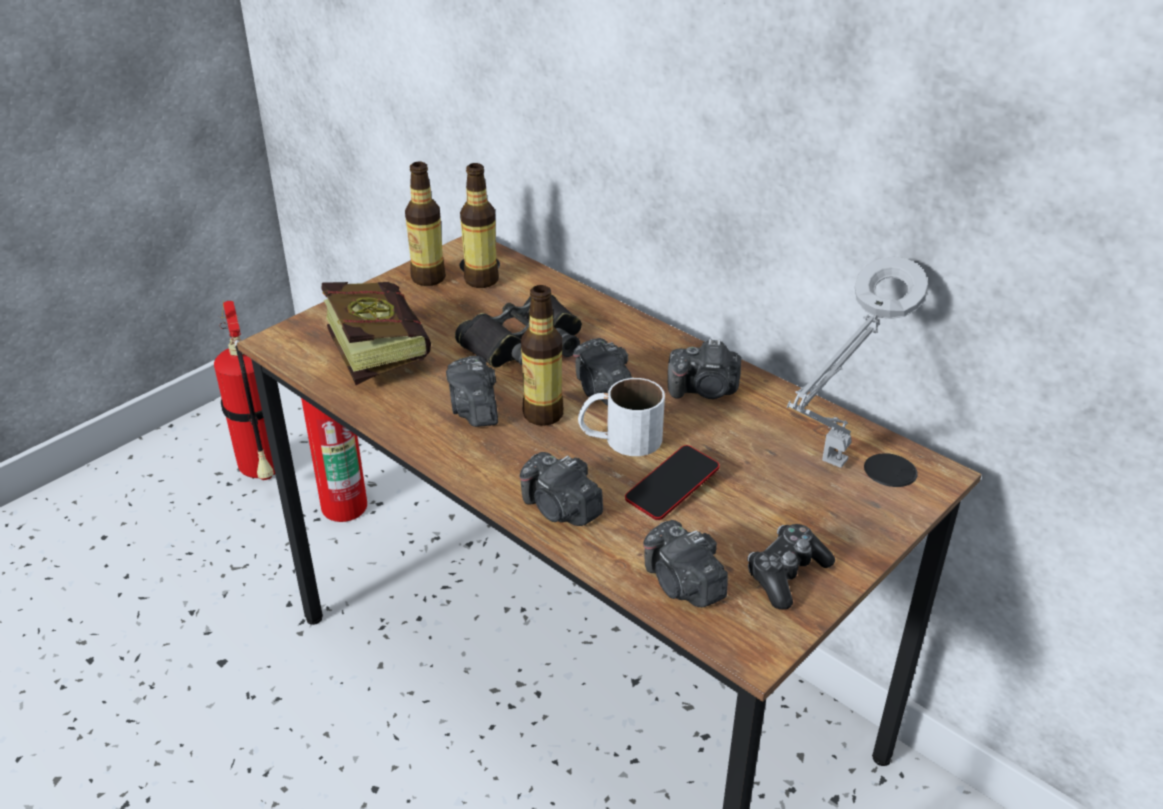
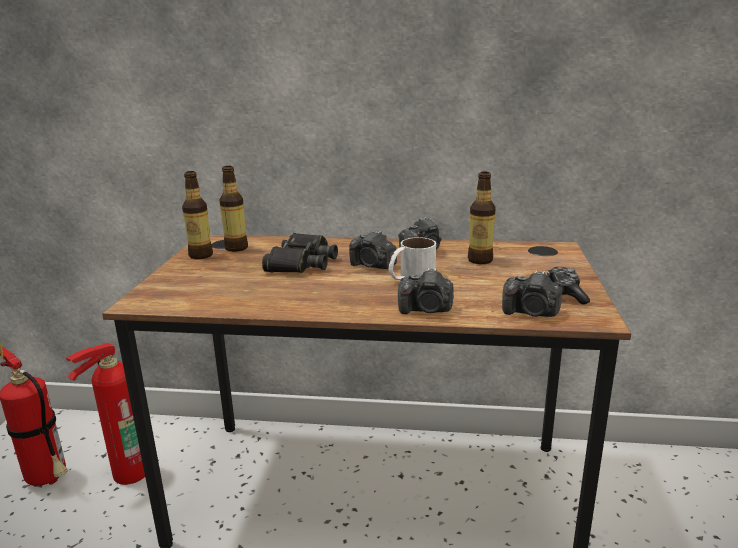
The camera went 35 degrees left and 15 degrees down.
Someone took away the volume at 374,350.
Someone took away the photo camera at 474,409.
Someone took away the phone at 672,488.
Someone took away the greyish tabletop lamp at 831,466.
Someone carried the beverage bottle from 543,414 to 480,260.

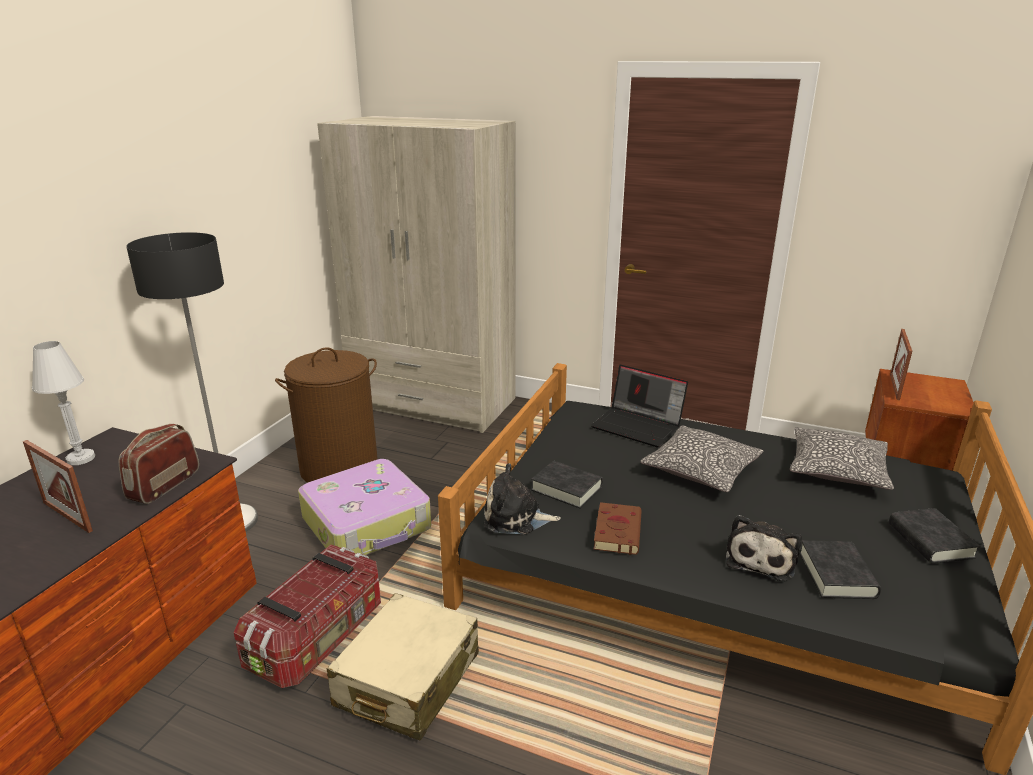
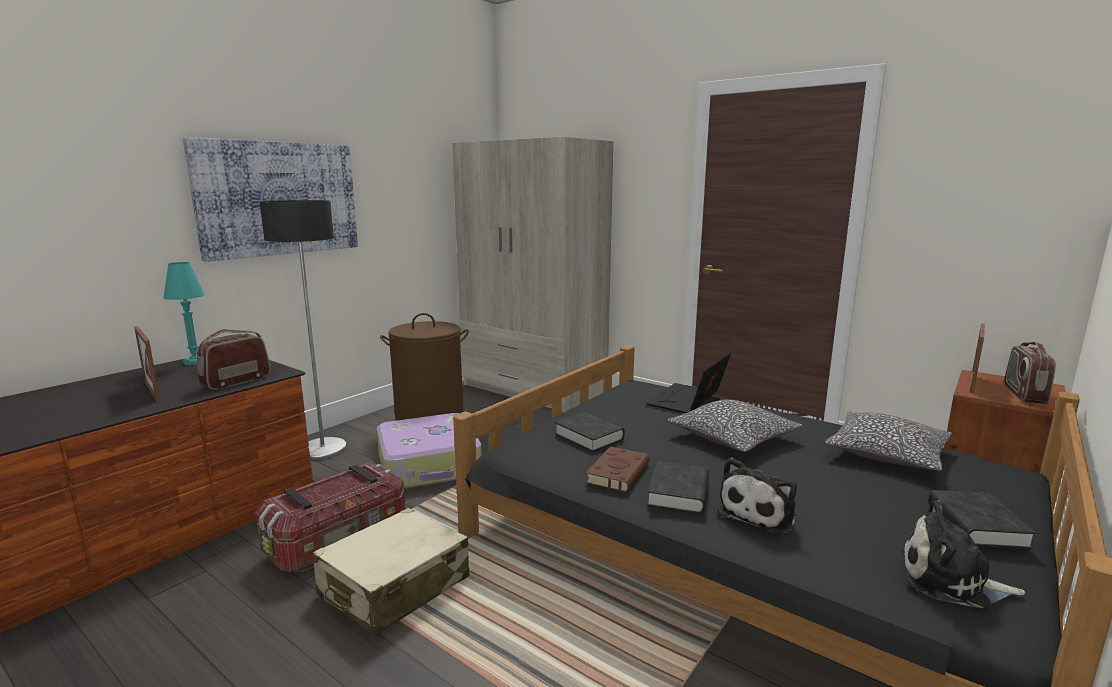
The camera went 15 degrees right and 10 degrees down.
Someone put up the wall art at 278,198.
Someone put down the radio set at 1023,394.
Someone carried the soft toy from 516,518 to 950,580.
Someone carried the black-coloured volume from 836,575 to 678,493.
Someone repainted the white tabletop lamp at 81,458, which became the turquoise-coloured tabletop lamp at 195,362.
Someone rotated the notebook computer at 638,426 by 75 degrees clockwise.

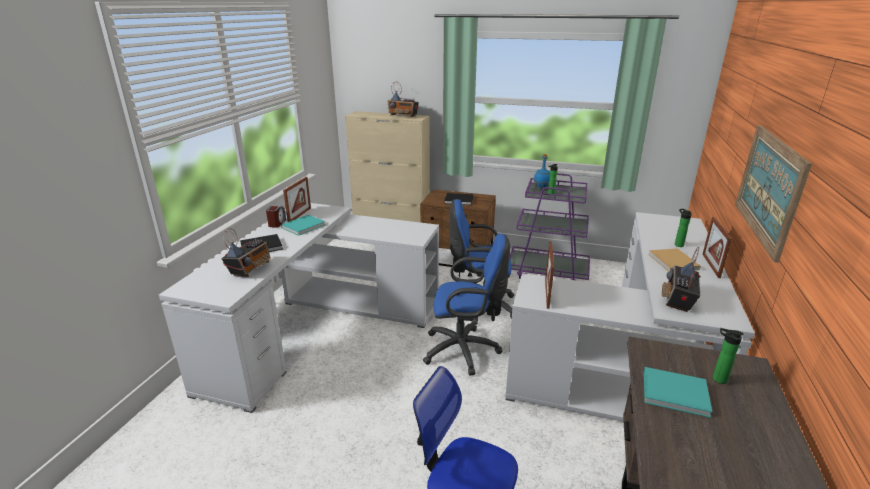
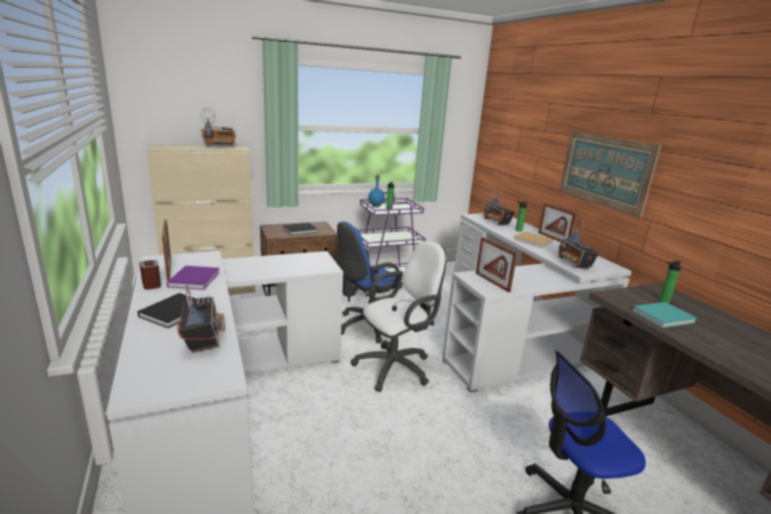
The camera went 40 degrees left and 5 degrees down.
Someone put down the radio set at 496,222.
Someone repainted the turquoise-coloured volume at 304,226, which became the purplish volume at 195,278.
Someone repainted the blue-coloured office chair at 465,351, which became the white office chair at 397,367.

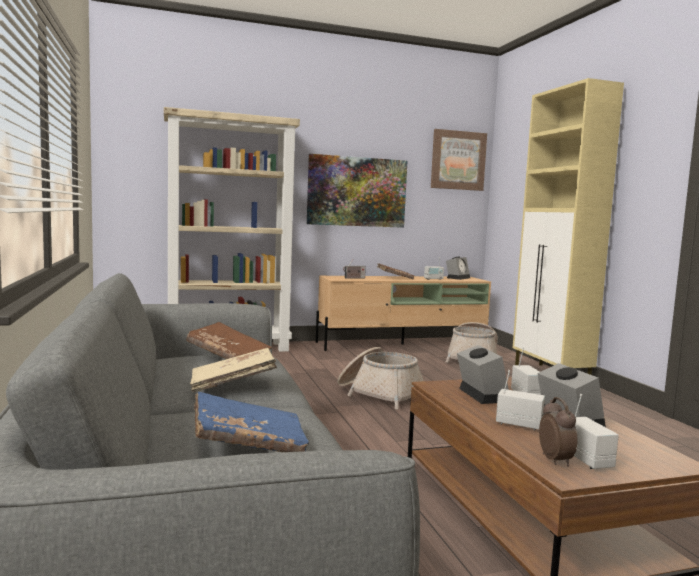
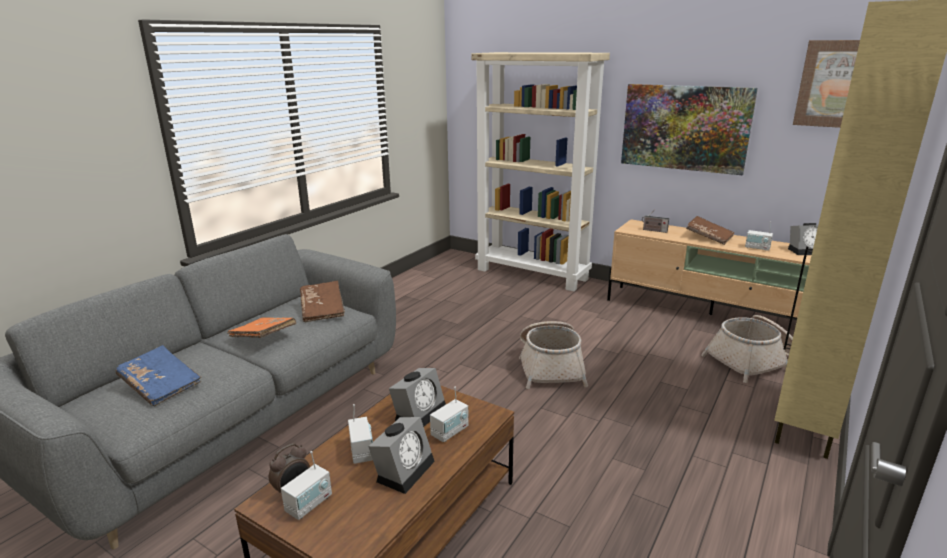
The camera went 50 degrees right and 15 degrees up.
Someone repainted the beige-coloured volume at 233,384, which became the orange-coloured volume at 263,337.

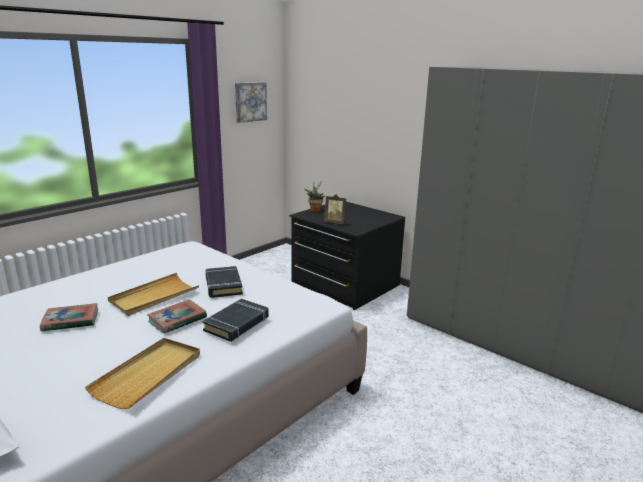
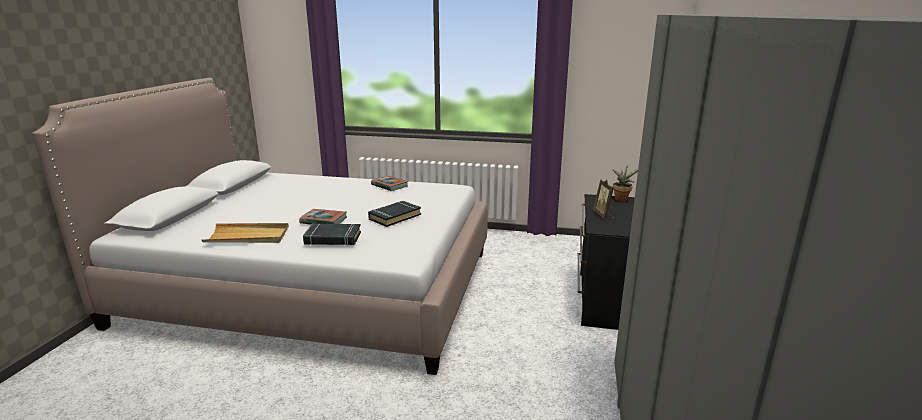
The camera went 60 degrees right and 0 degrees up.
Someone took away the beige-coloured carrying tray at 154,297.
Someone took away the wall art at 250,102.
Someone carried the volume from 70,321 to 389,186.

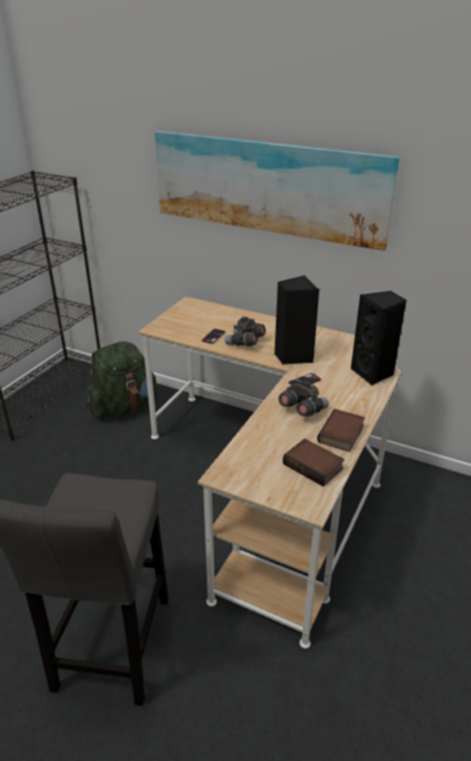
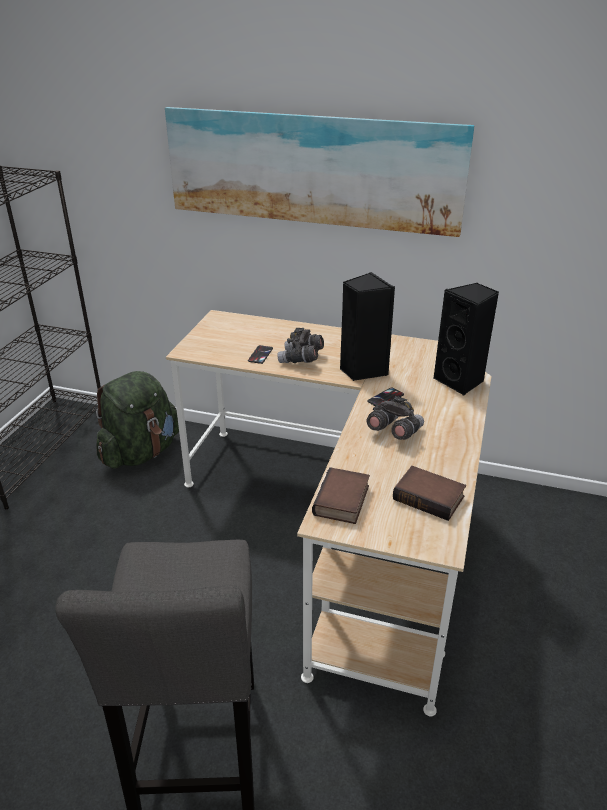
The camera went 10 degrees left and 0 degrees up.
Someone carried the volume from 342,435 to 343,501.

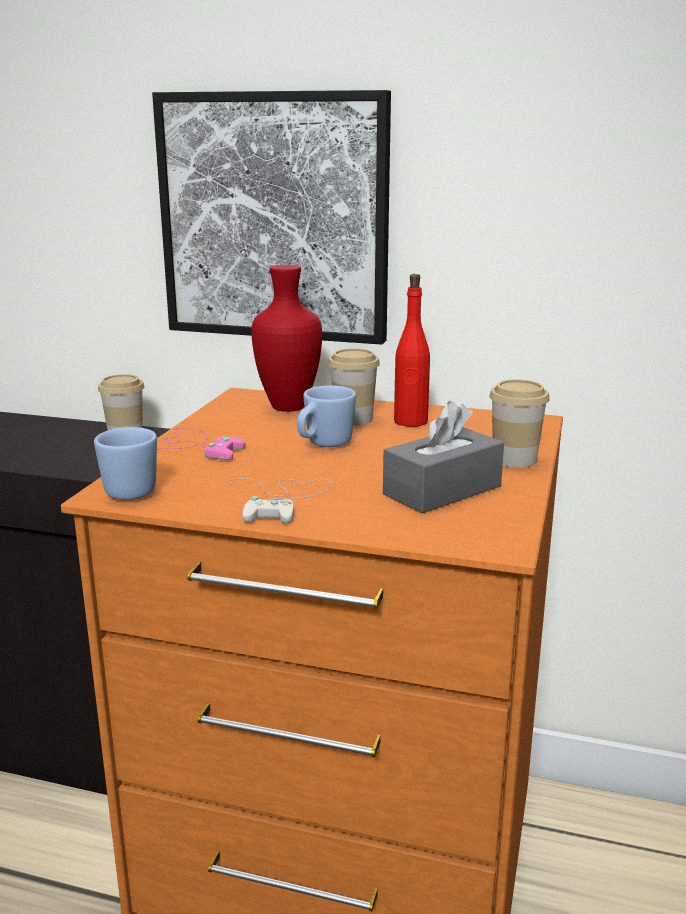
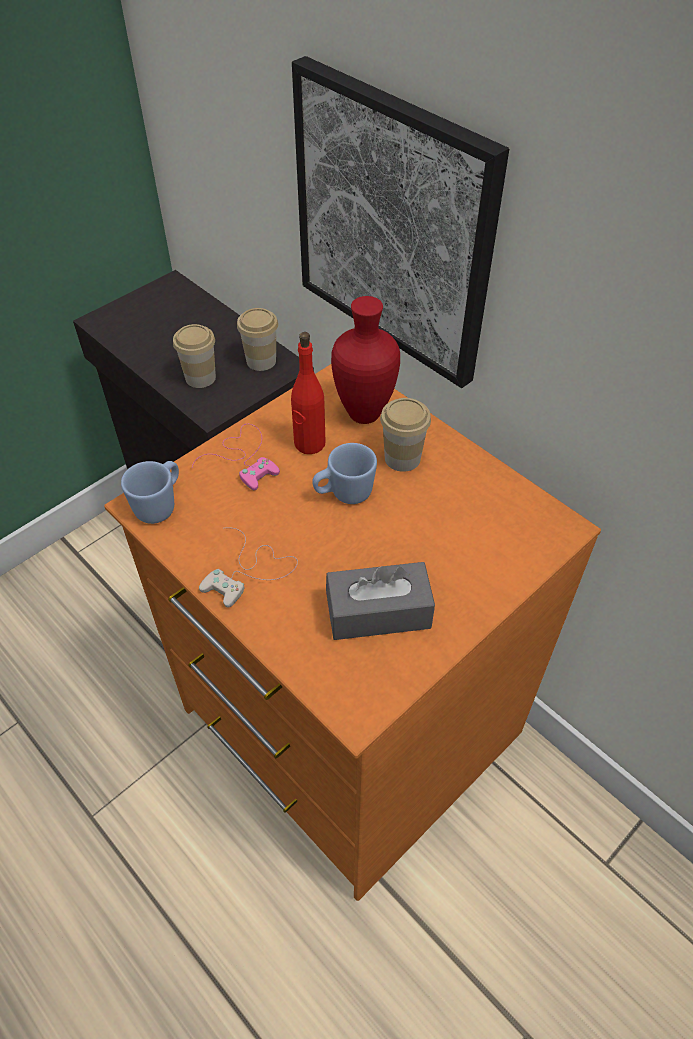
The camera went 30 degrees right and 30 degrees up.
Someone carried the red beverage bottle from 410,422 to 309,443.
Someone carried the cup from 514,459 to 200,377.

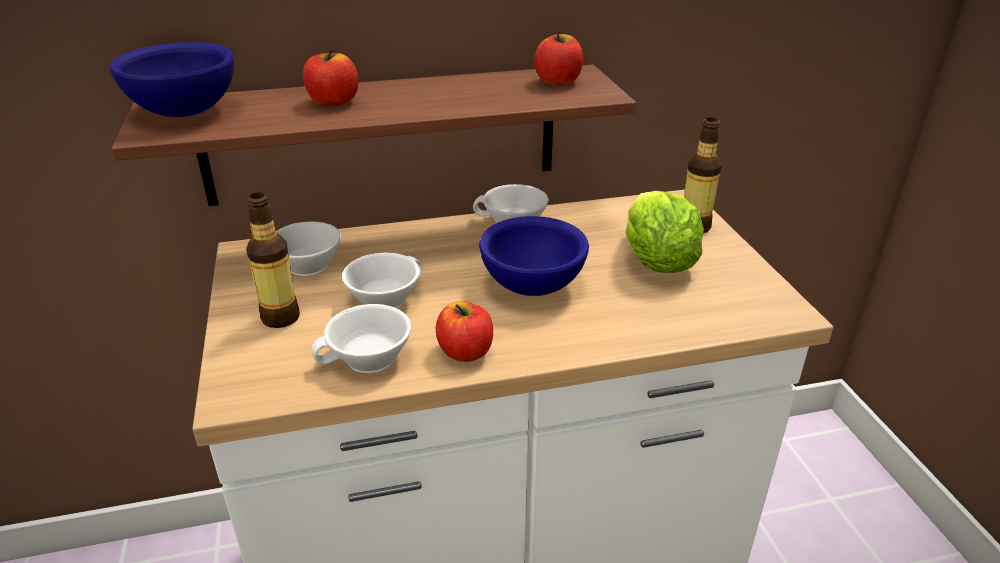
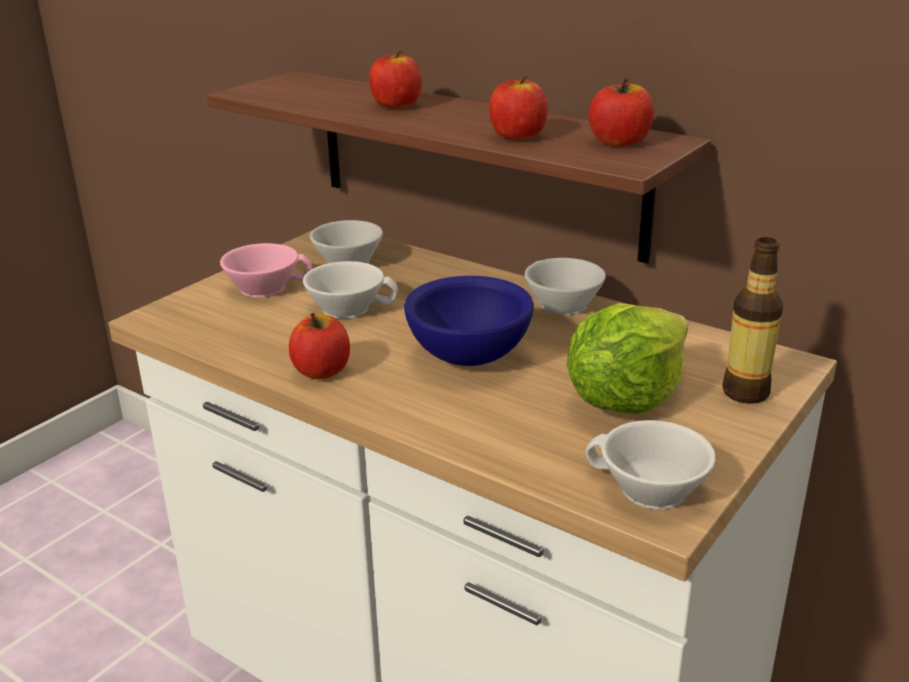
The camera went 50 degrees right and 5 degrees down.
Someone took away the blue-coloured deep dish at 183,112.
Someone put down the apple fruit at 517,136.
Someone carried the white cup from 368,360 to 648,491.
Someone swapped the beverage bottle at 280,317 for the pinkish cup at 265,286.

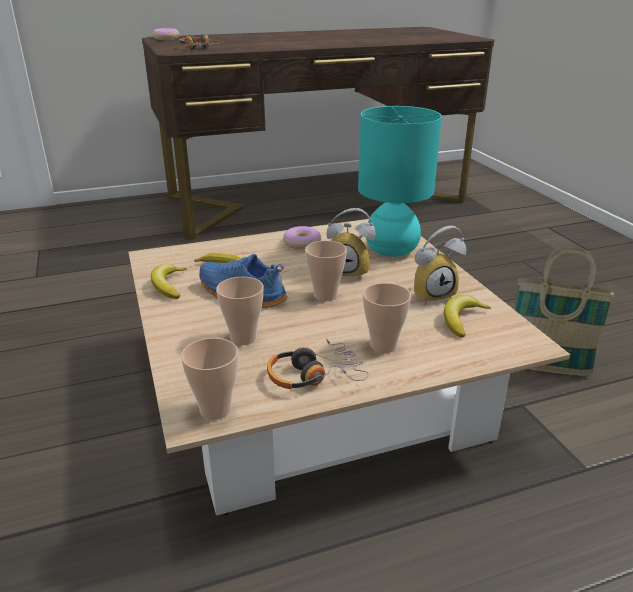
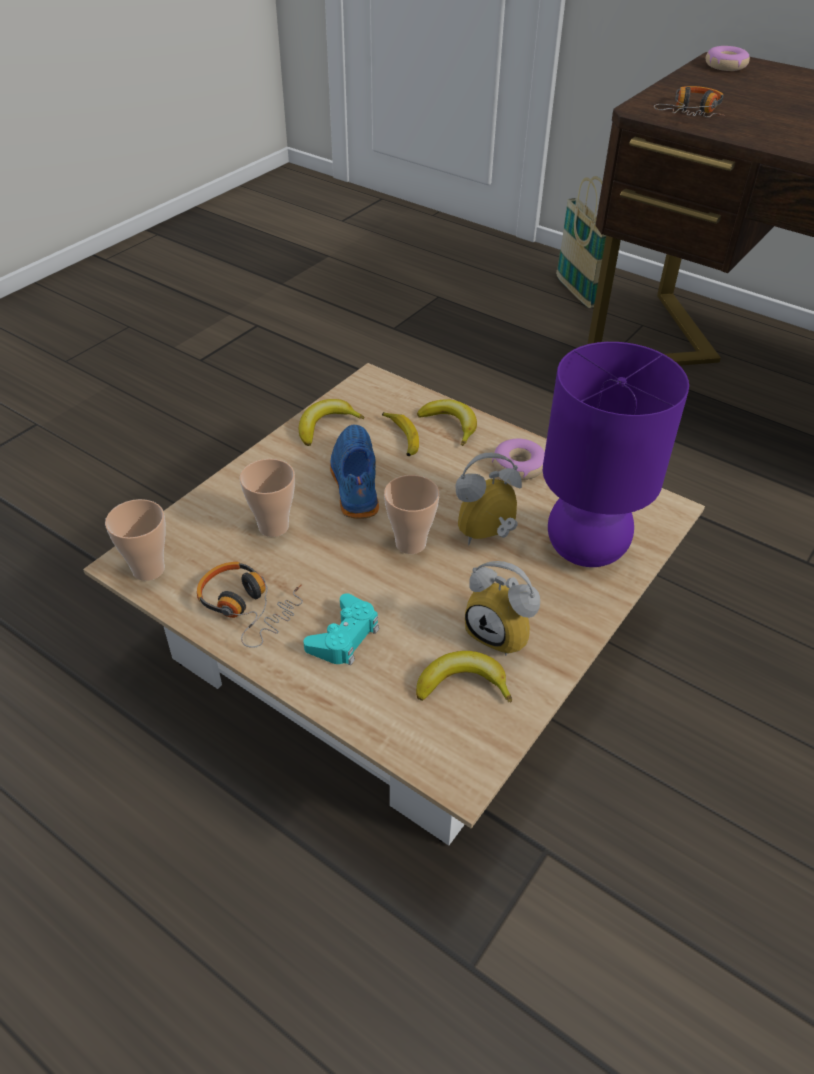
The camera went 55 degrees right and 15 degrees up.
Someone put down the whole banana at 450,425.
Someone carried the basket from 545,369 to 576,292.
Someone swapped the cup at 383,345 for the turquoise-coloured game controller at 344,636.
Someone repainted the turquoise-coloured tabletop lamp at 392,250, which became the purplish tabletop lamp at 587,548.
Someone rotated the bedside clock at 350,272 by 90 degrees clockwise.

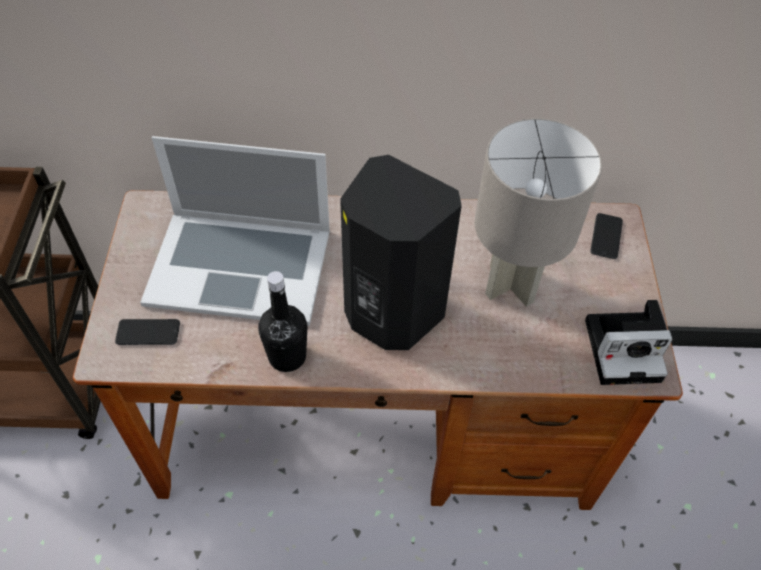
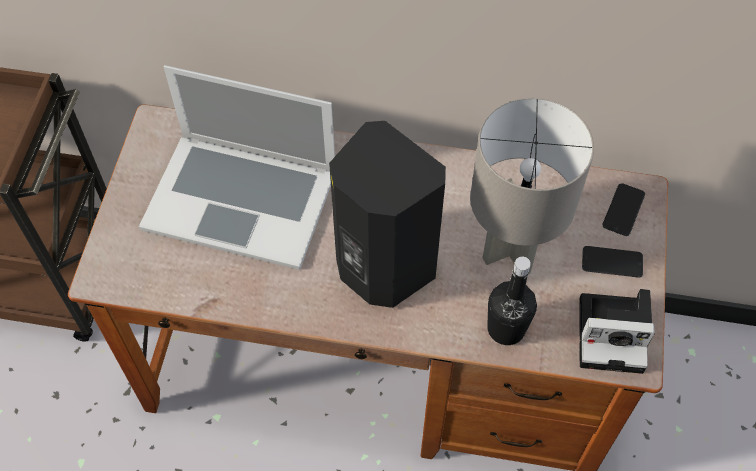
The camera went 10 degrees right and 5 degrees up.
Someone carried the phone from 148,332 to 612,262.
Someone carried the black-coloured beverage bottle from 287,356 to 506,329.

